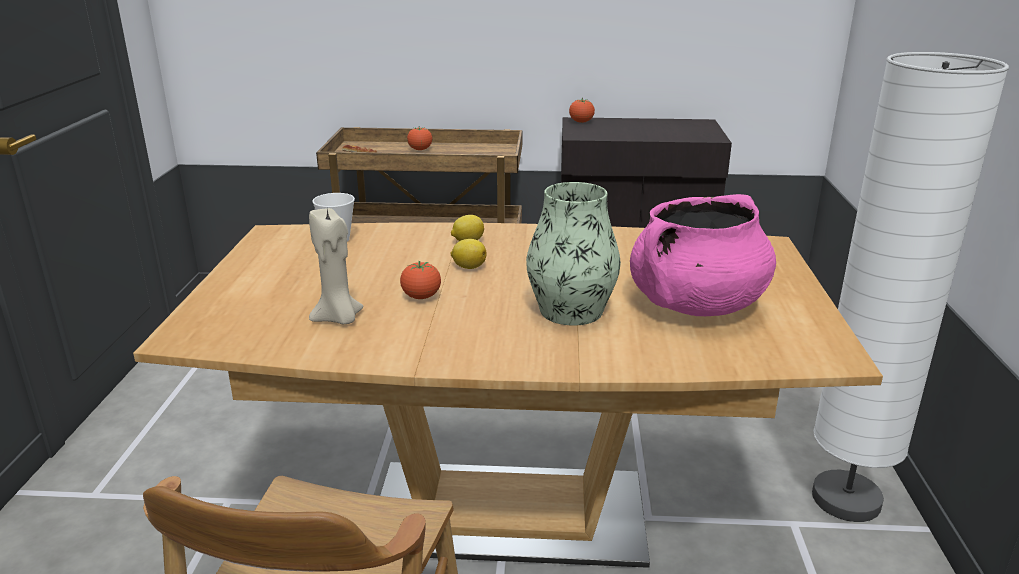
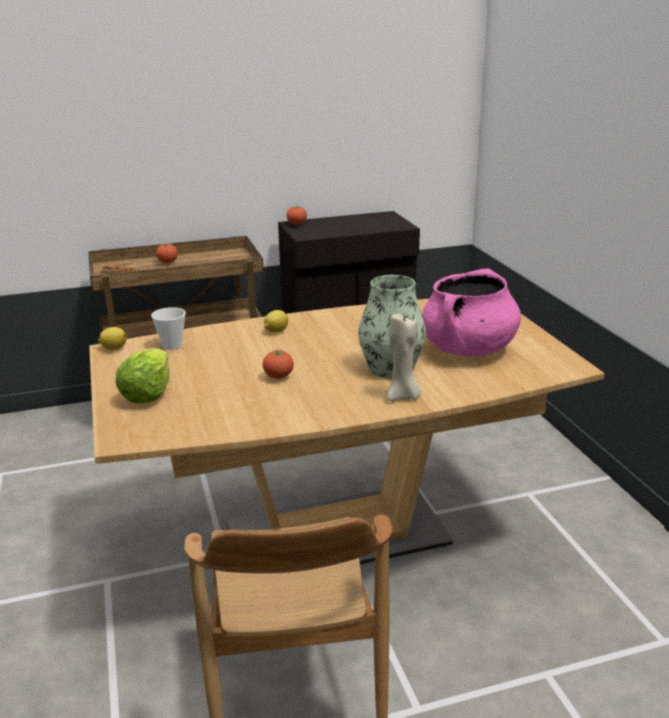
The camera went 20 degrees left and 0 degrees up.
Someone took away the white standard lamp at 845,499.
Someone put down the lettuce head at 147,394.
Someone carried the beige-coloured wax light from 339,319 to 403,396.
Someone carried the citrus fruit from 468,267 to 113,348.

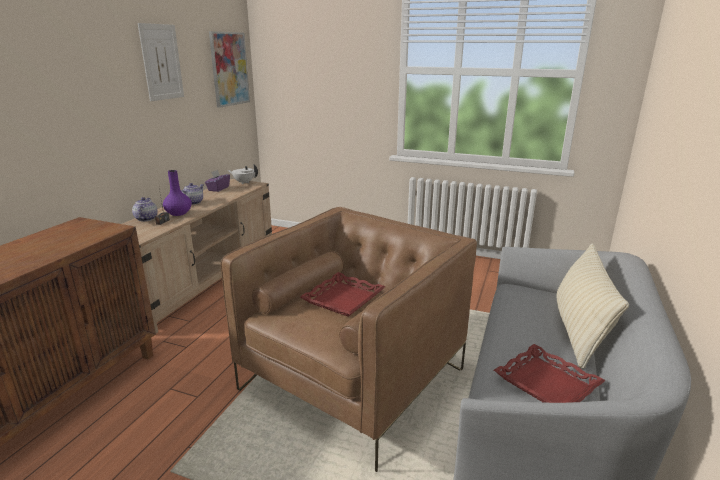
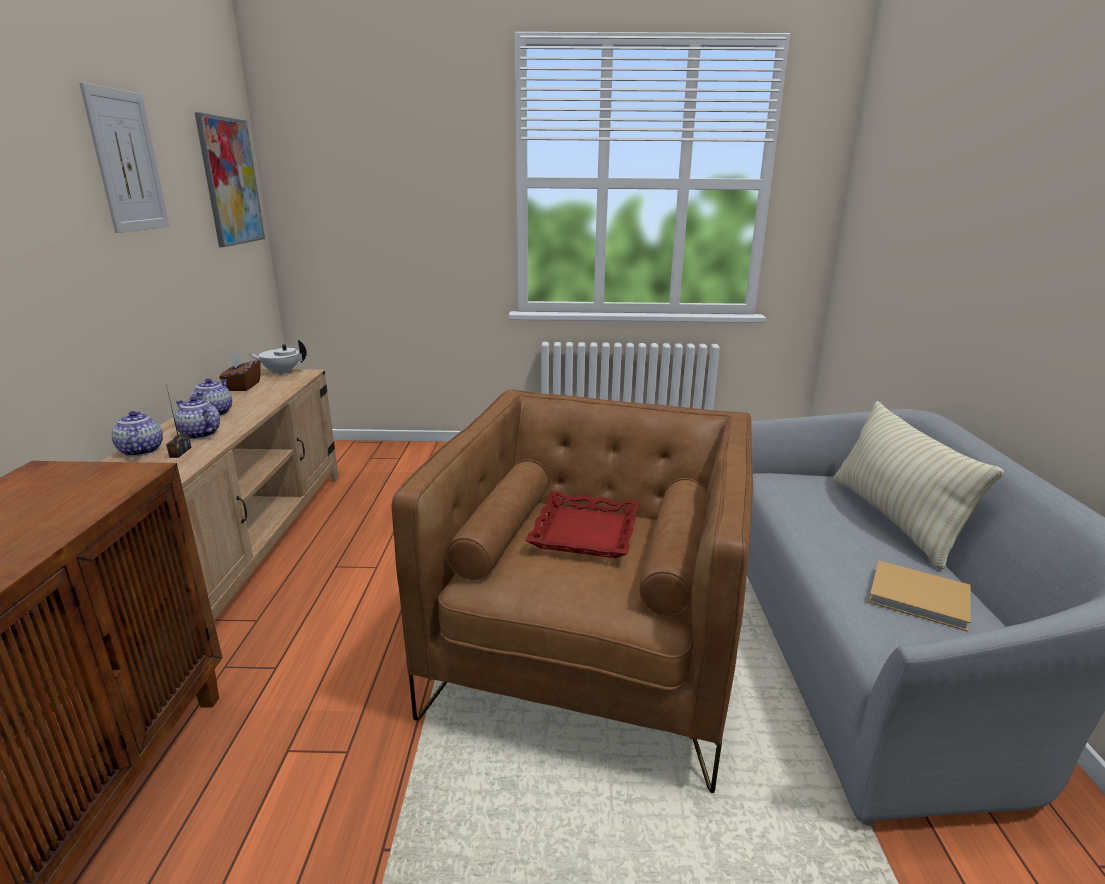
The camera went 20 degrees left and 0 degrees up.
Someone swapped the purplish decorative vase at 178,213 for the teapot at 199,434.
Someone swapped the red carrying tray at 547,383 for the beige-coloured volume at 922,598.
Someone repainted the purplish box of tissues at 218,189, which became the brown-coloured box of tissues at 243,386.

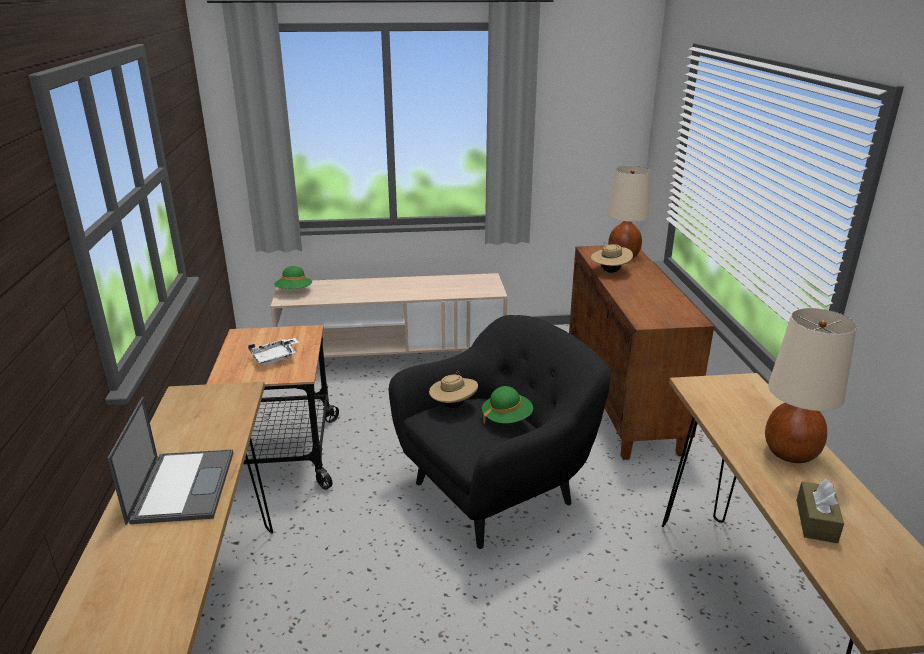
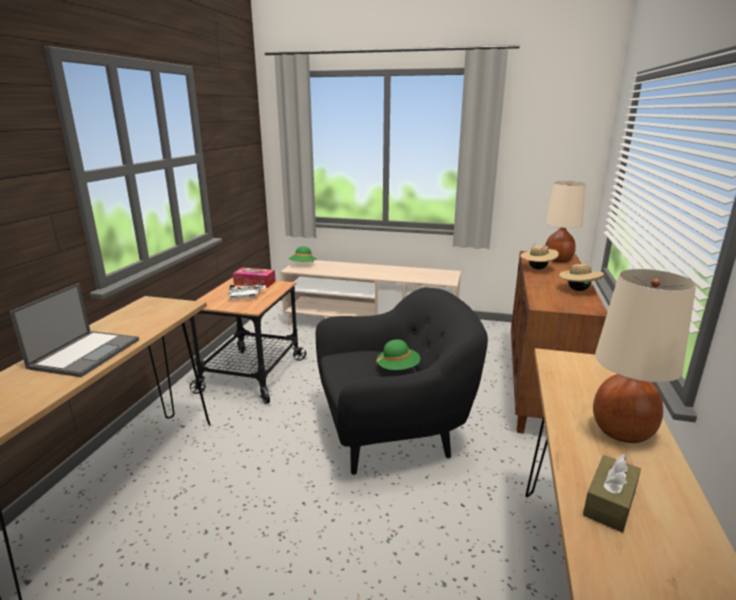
The camera went 20 degrees right and 5 degrees down.
Someone put down the box of tissues at 254,283.
Someone carried the beige-coloured hat from 453,405 to 578,290.

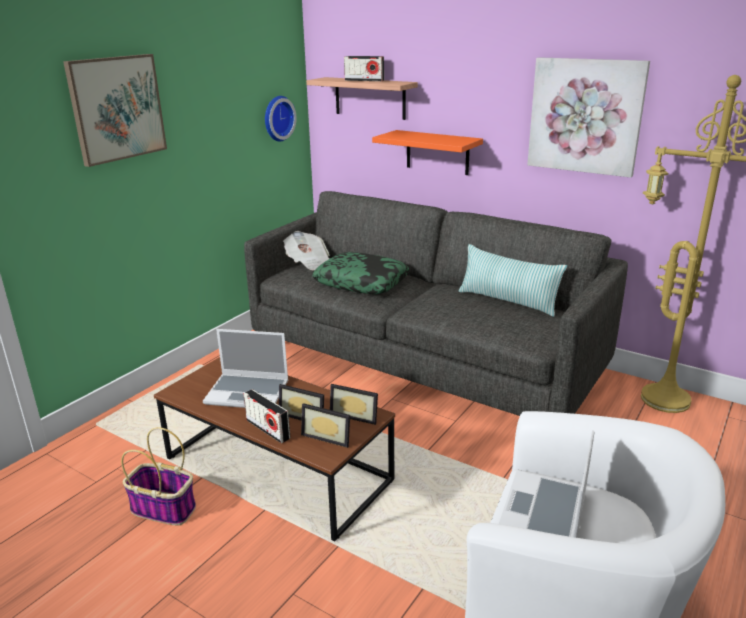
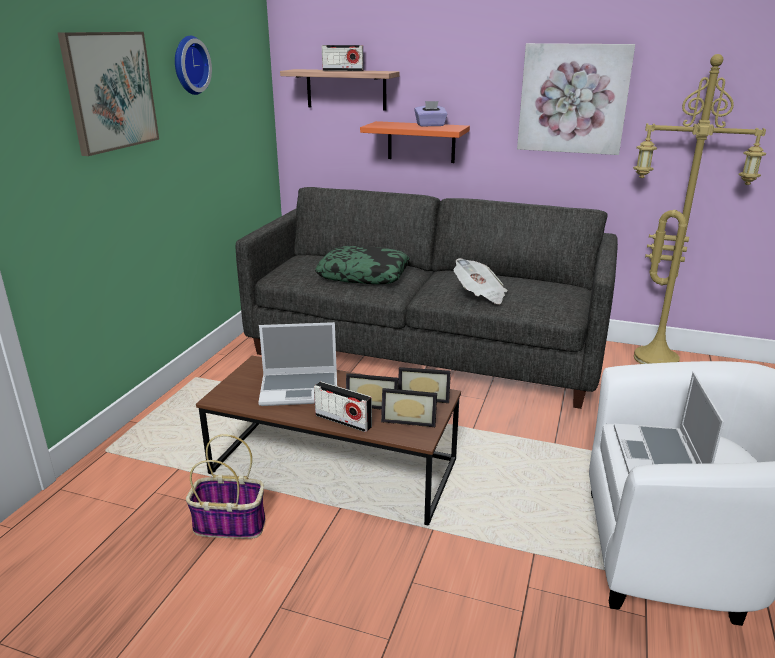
The camera went 15 degrees left and 0 degrees up.
Someone took away the cushion at 508,301.
Someone put down the purplish box of tissues at 430,125.
Someone carried the wall clock from 277,118 to 188,65.
Someone carried the daily paper from 307,262 to 480,295.

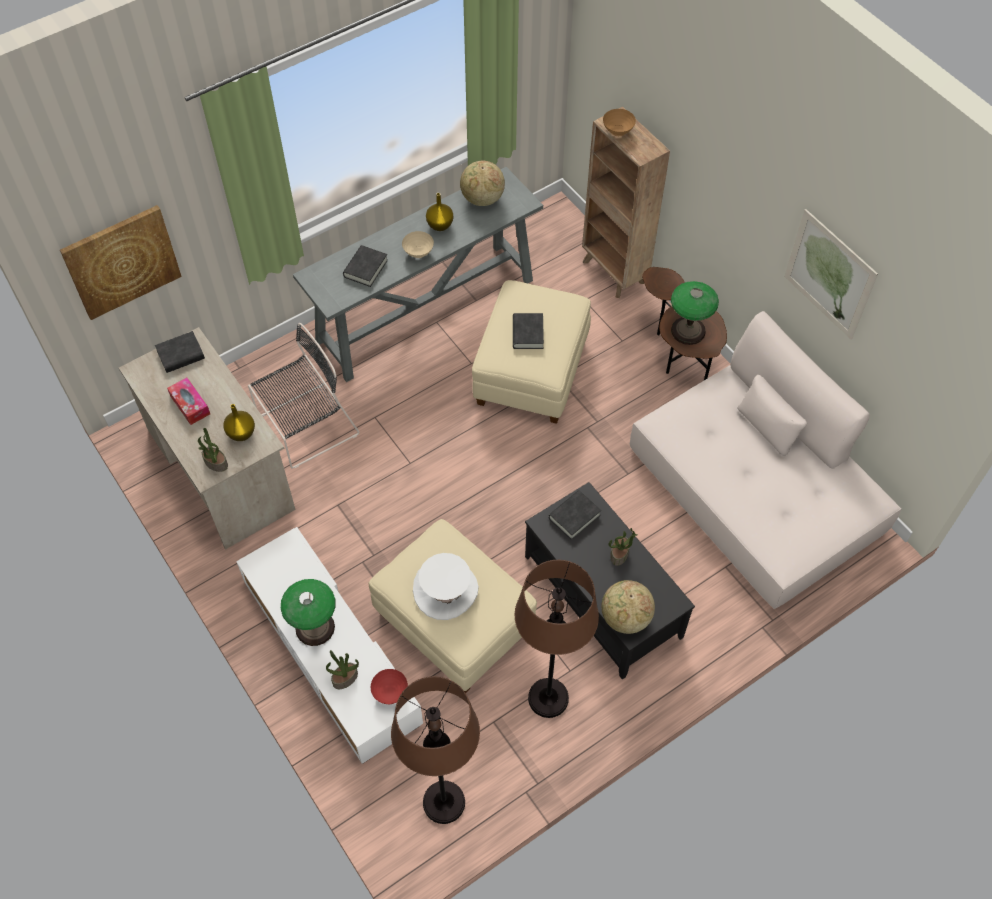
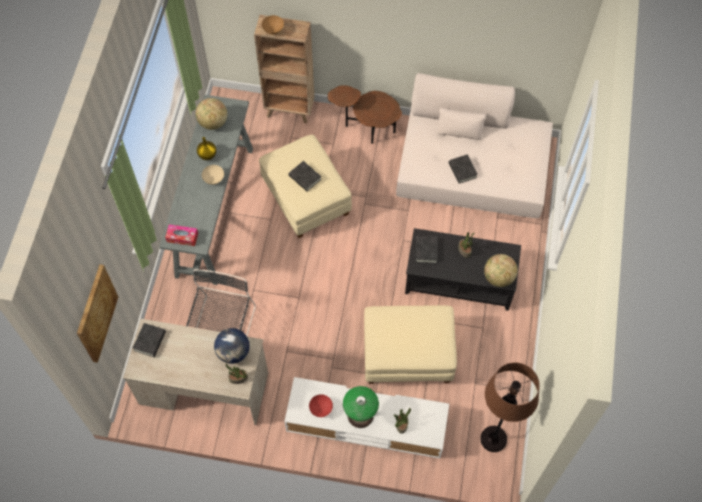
The camera went 45 degrees left and 5 degrees up.
Someone took away the white hat at 445,590.
Someone took away the brown-coloured standard lamp at 548,698.
Someone took away the tabletop lamp at 687,331.
Someone took away the wall art at 829,274.
Someone carried the box of tissues from 190,405 to 182,237.
Someone carried the black-coloured volume from 365,268 to 462,170.
Someone carried the red deep dish from 389,692 to 320,409.
Someone swapped the yellowish decorative vase at 241,434 for the globe at 233,352.

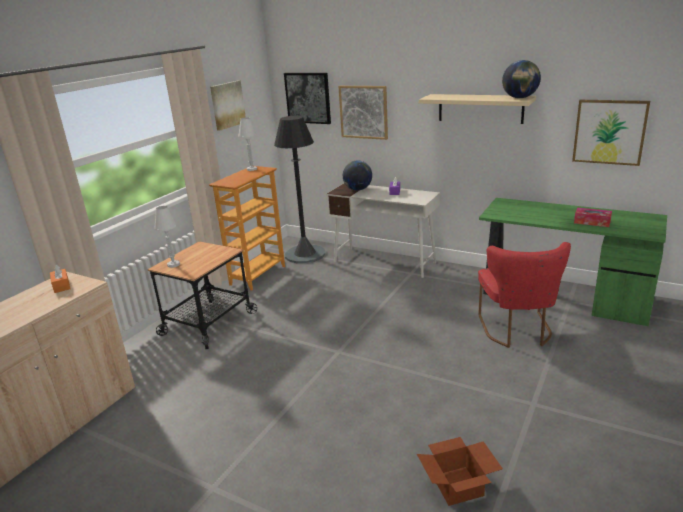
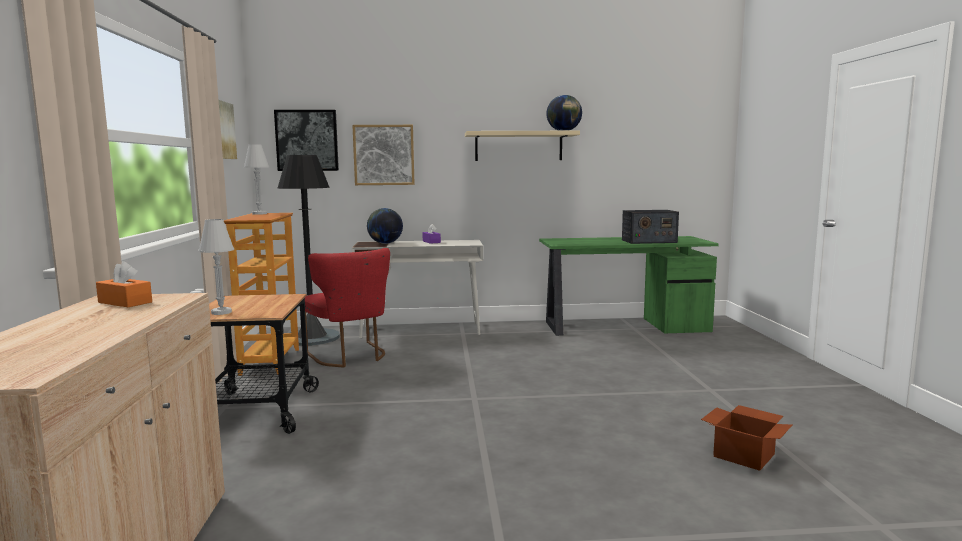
The camera went 35 degrees left and 15 degrees down.
Someone took away the wall art at 609,132.
Someone carried the red upright chair from 517,331 to 350,356.
Someone swapped the box of tissues at 592,222 for the radio set at 648,241.

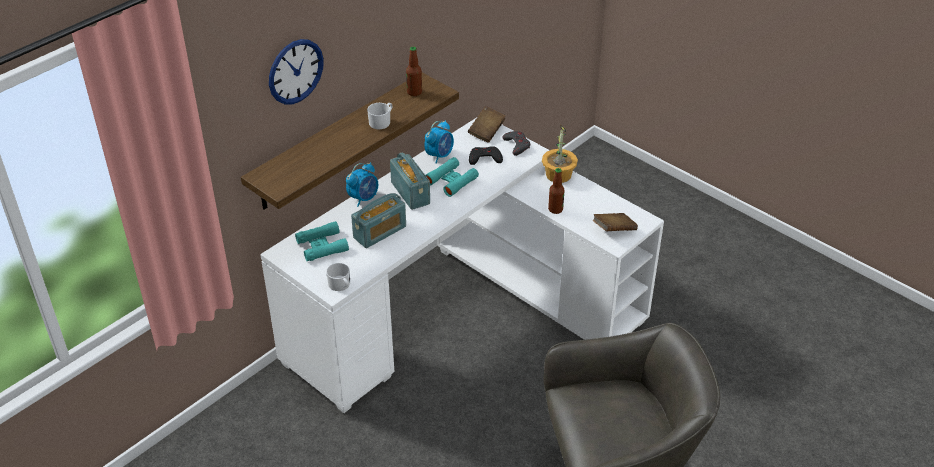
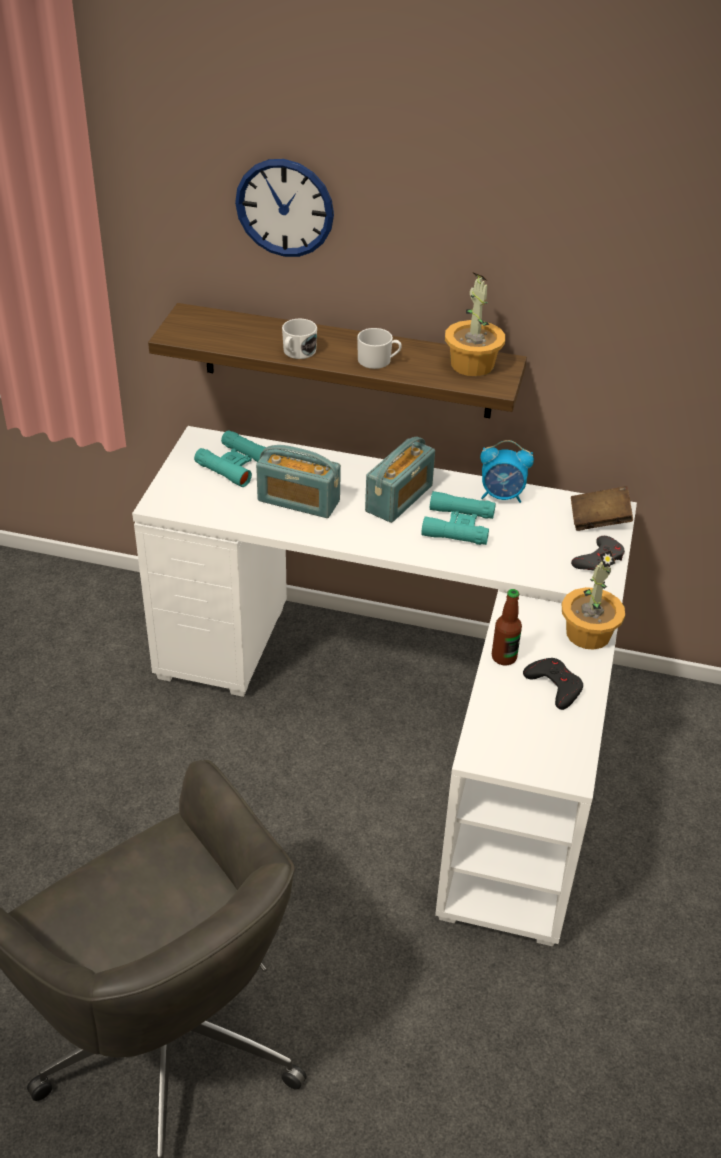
The camera went 60 degrees right and 0 degrees up.
Someone took away the bedside clock at 364,198.
Someone took away the brown-coloured volume at 614,230.
Someone carried the white coffee mug from 340,285 to 297,353.
Someone carried the black-coloured game controller from 485,158 to 554,686.
Someone swapped the beverage bottle at 414,92 for the potted plant at 471,365.

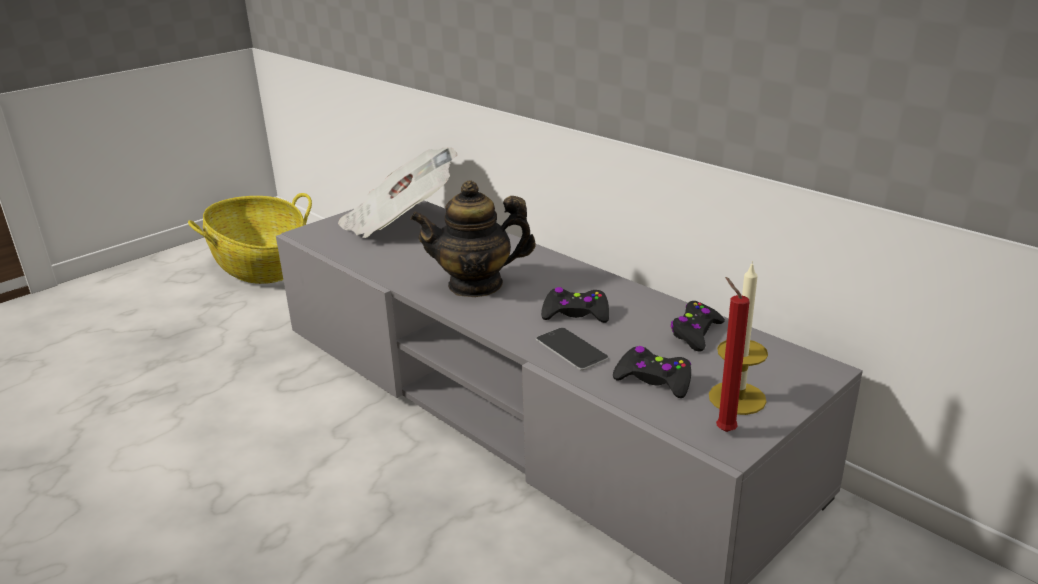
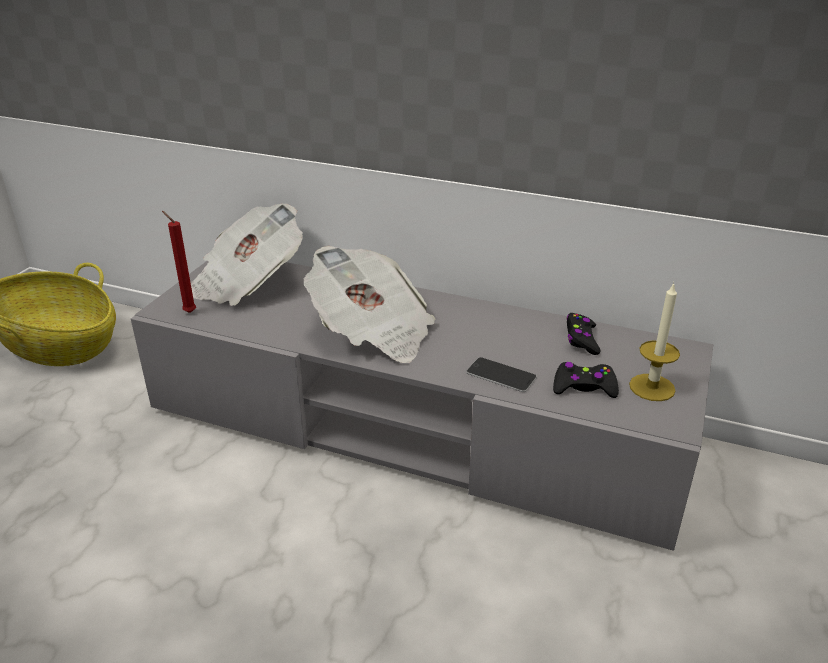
The camera went 25 degrees left and 5 degrees up.
Someone took away the black-coloured game controller at 575,314.
Someone carried the red wax light from 723,430 to 188,312.
Someone swapped the teapot at 476,284 for the daily paper at 372,332.

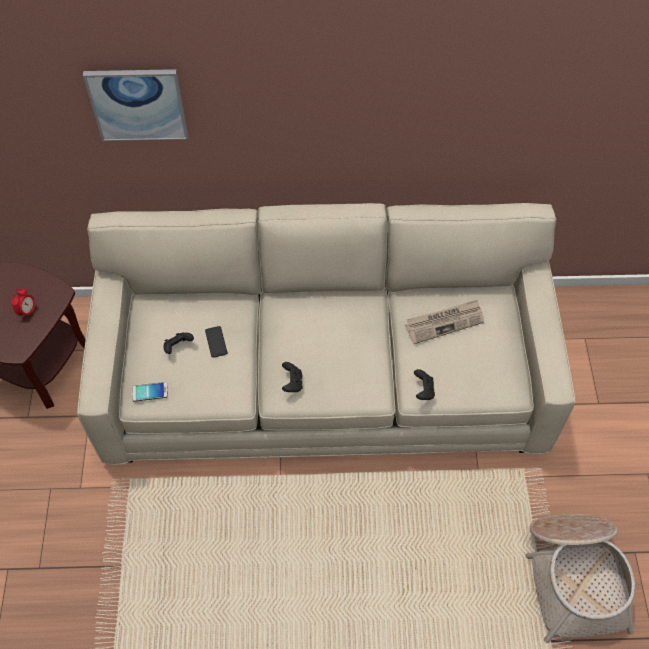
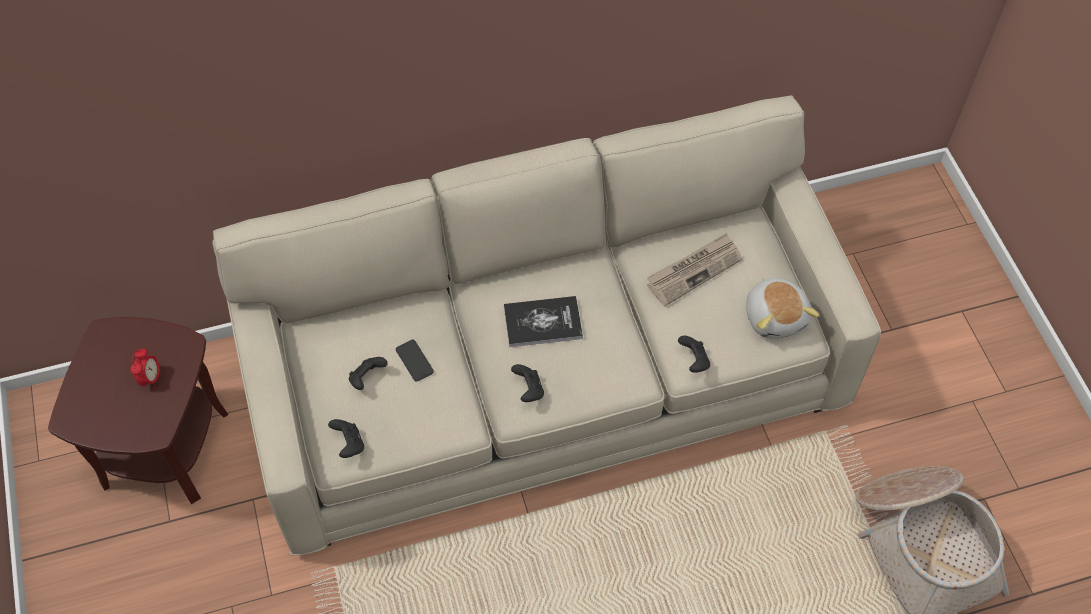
The camera went 15 degrees left and 0 degrees up.
Someone took away the wall art at 138,104.
Someone put down the volume at 542,322.
Someone put down the soft toy at 776,316.
Someone swapped the phone at 150,392 for the black-coloured game controller at 349,444.

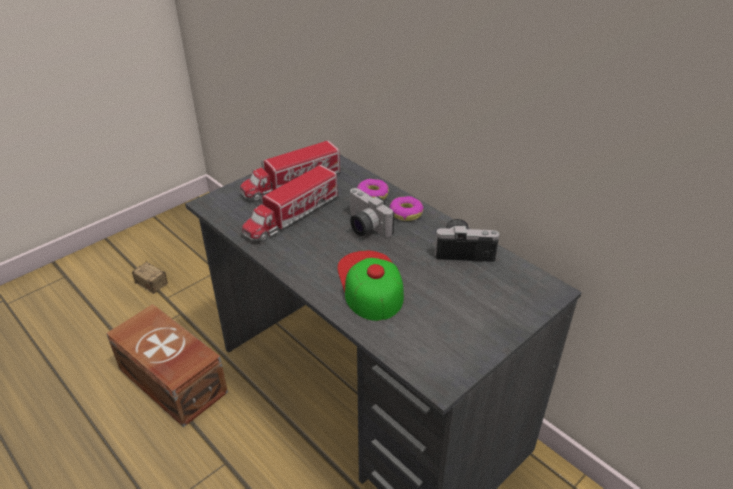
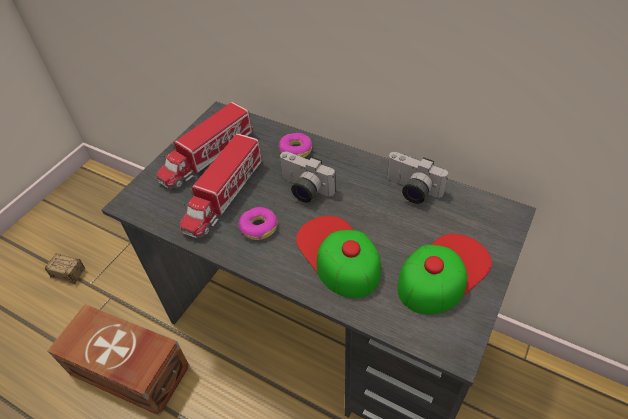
The camera went 15 degrees left and 10 degrees up.
Someone put down the cap at 443,272.
Someone carried the donut from 406,213 to 258,227.
Someone rotated the photo camera at 464,250 by 135 degrees counterclockwise.

